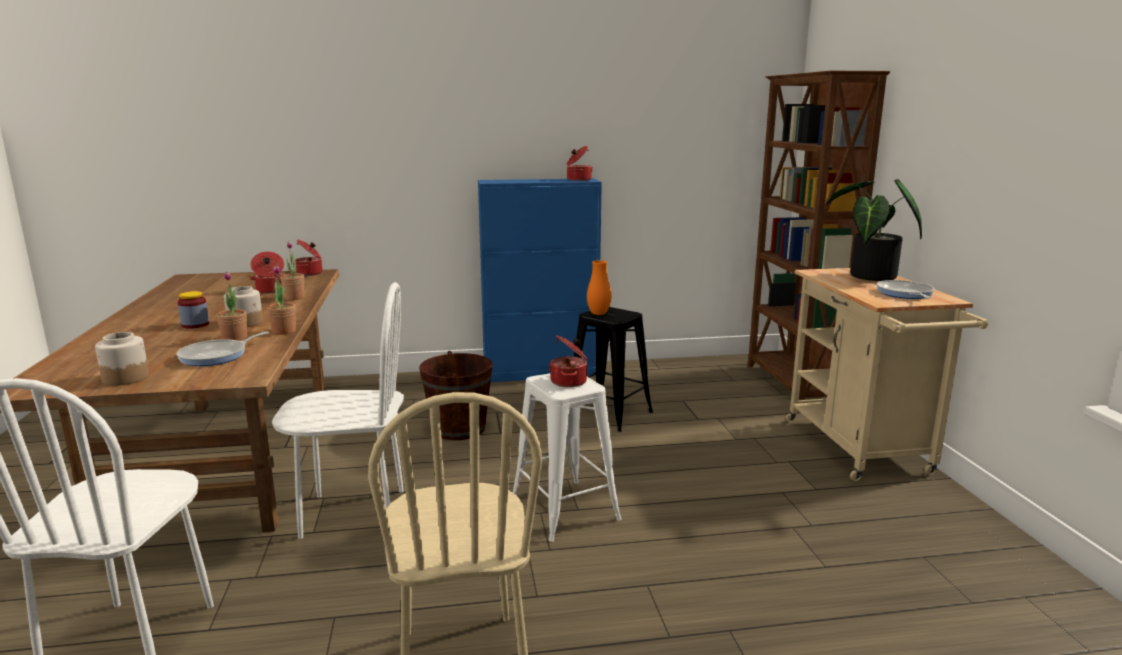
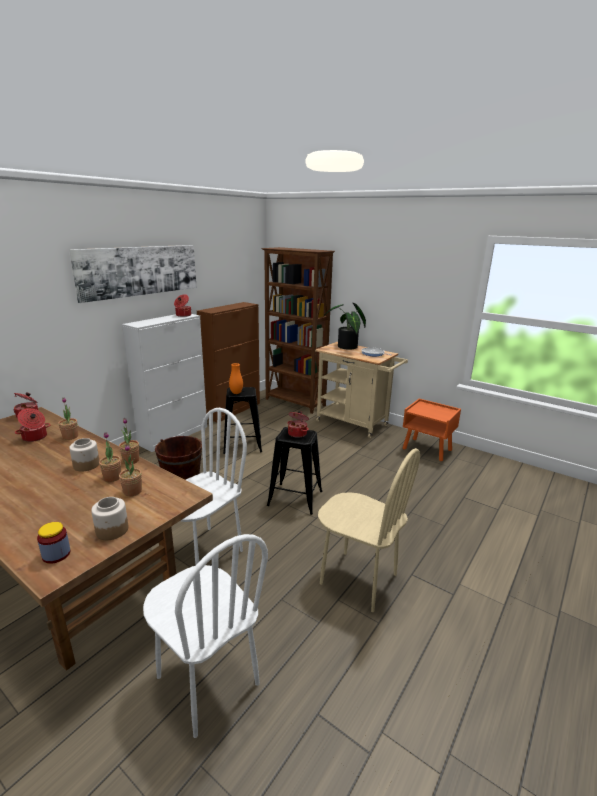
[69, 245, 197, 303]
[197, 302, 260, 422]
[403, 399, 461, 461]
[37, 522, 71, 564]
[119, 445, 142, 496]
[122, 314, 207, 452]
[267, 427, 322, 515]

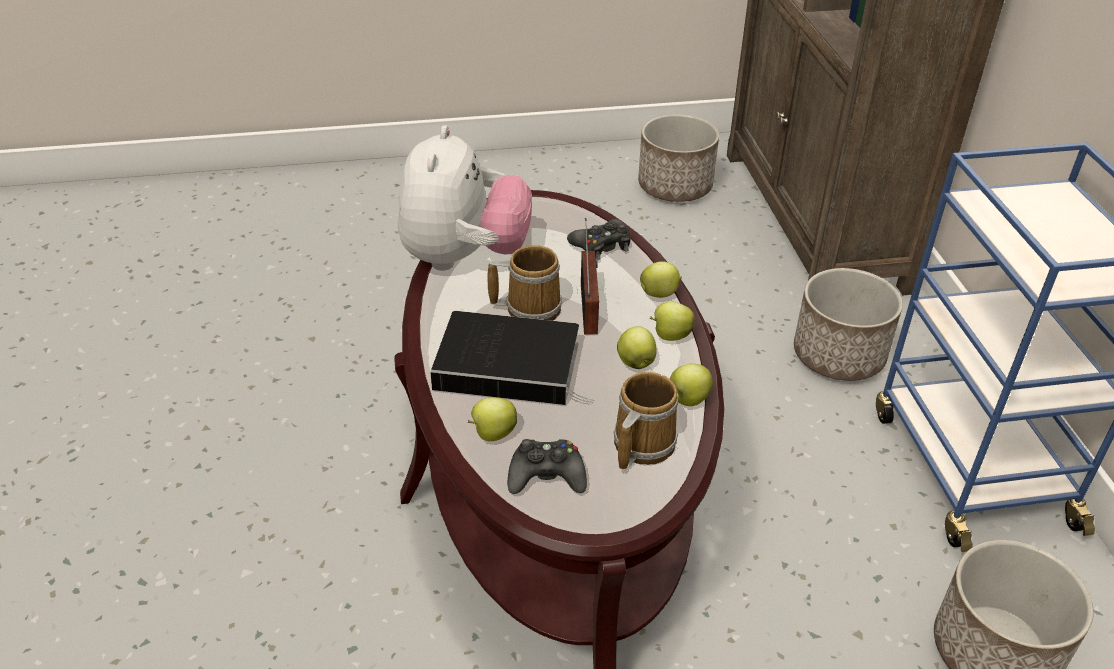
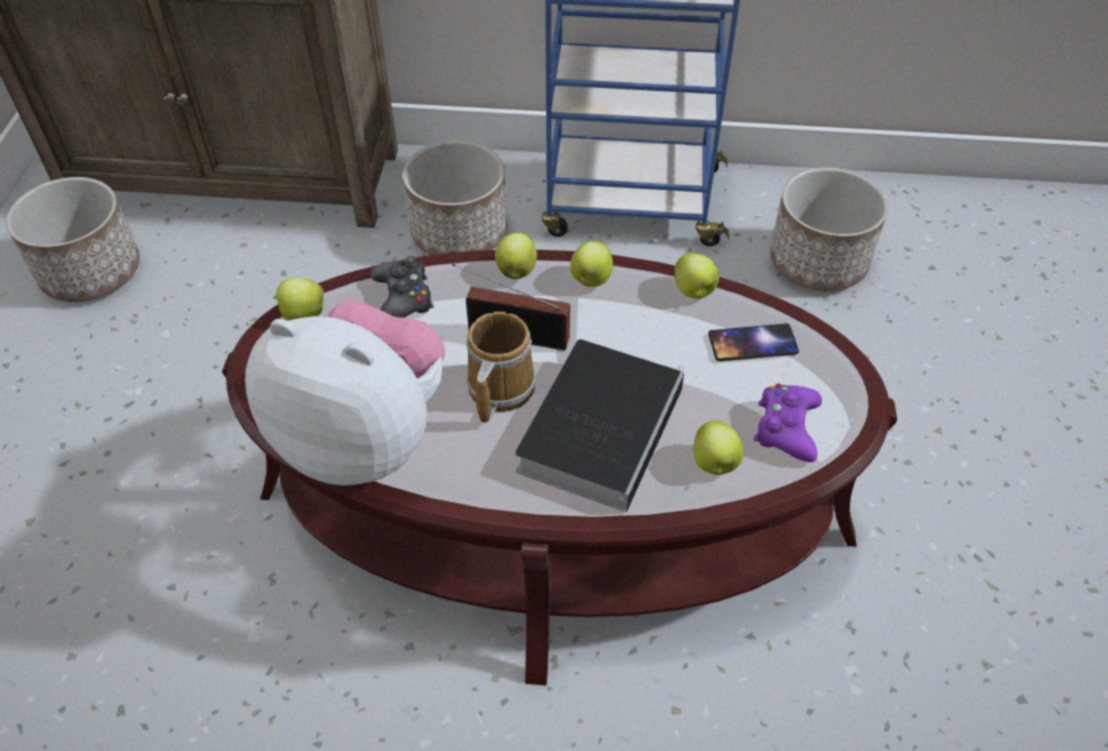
[274, 278, 324, 321]
[708, 324, 799, 361]
[754, 383, 822, 462]

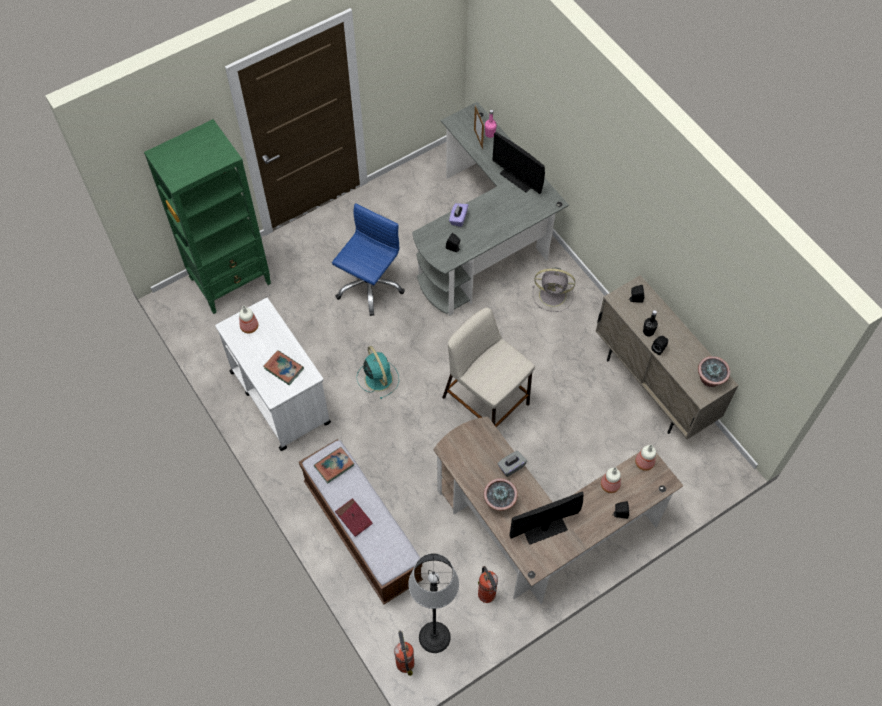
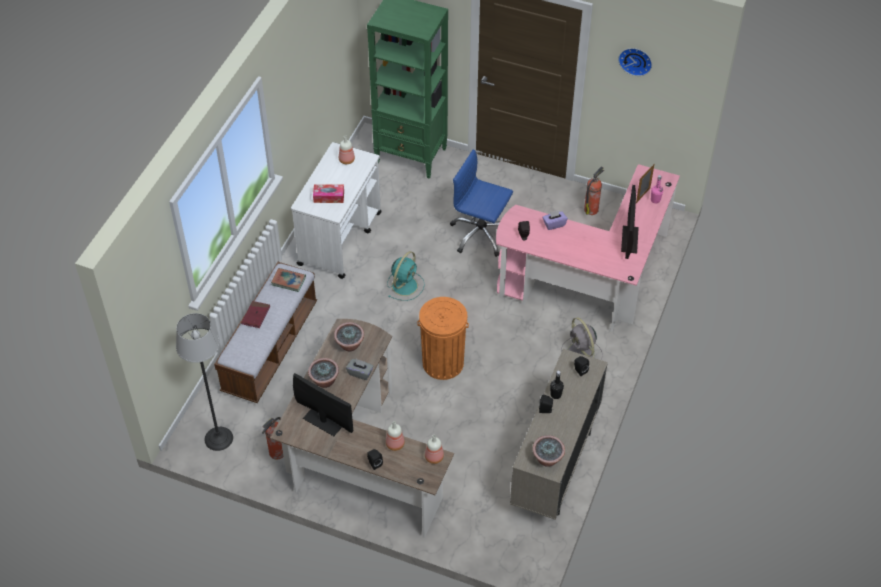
[334, 322, 364, 352]
[618, 48, 652, 76]
[584, 166, 604, 215]
[313, 184, 344, 203]
[417, 297, 469, 380]
[496, 164, 680, 332]
[450, 149, 513, 257]

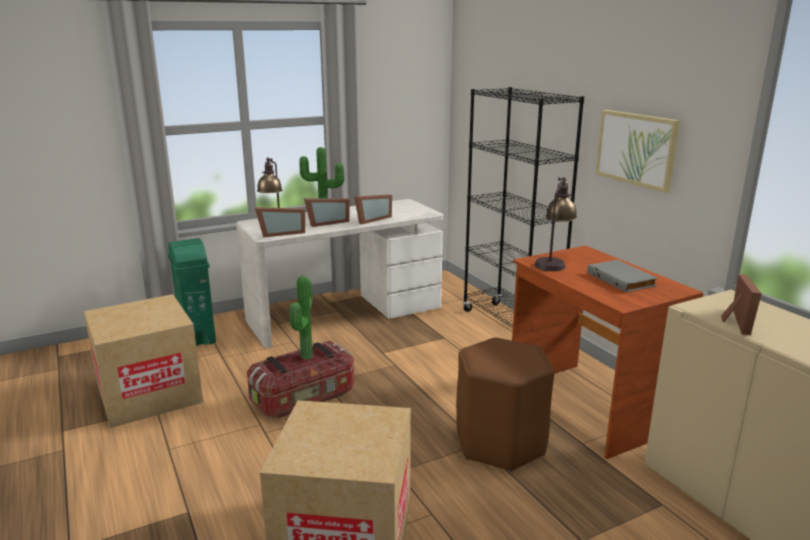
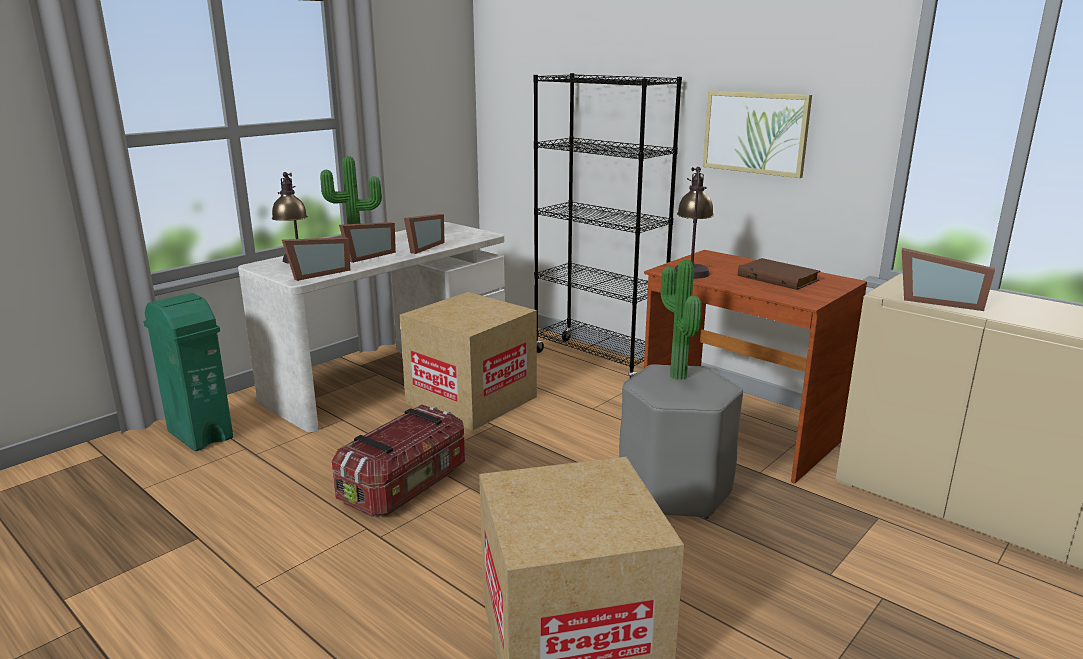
[400, 292, 537, 430]
[661, 260, 702, 380]
[619, 364, 743, 519]
[738, 258, 820, 290]
[902, 248, 995, 311]

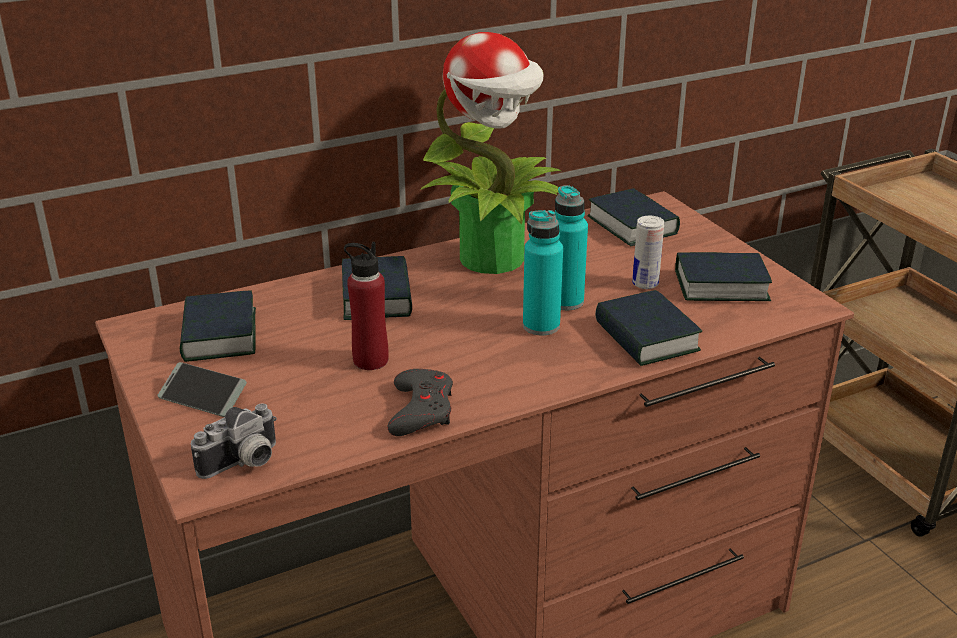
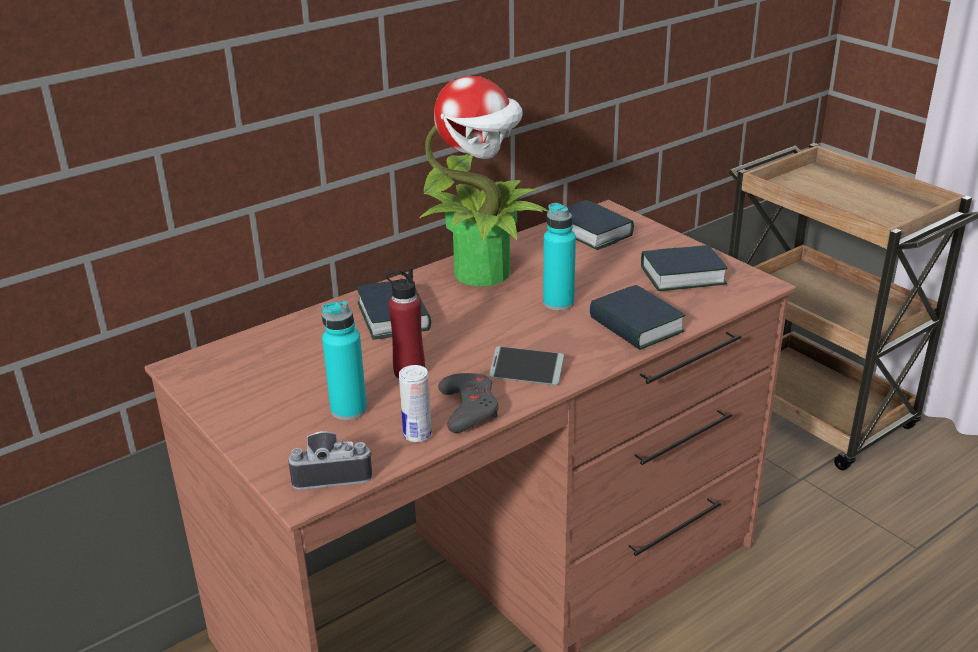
[180, 290, 256, 362] (first image)
[489, 346, 564, 385]
[322, 301, 367, 420]
[399, 365, 432, 442]
[287, 431, 372, 490]

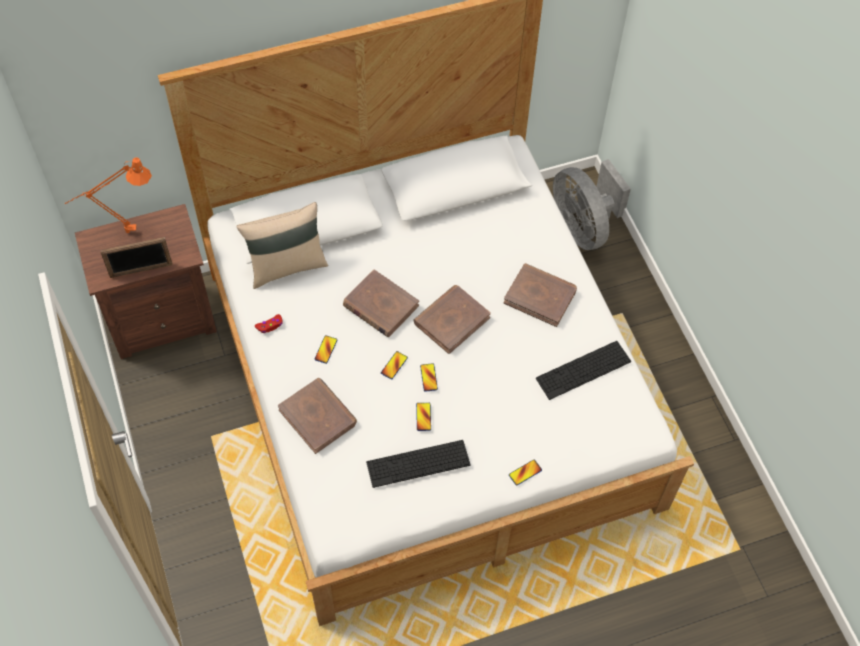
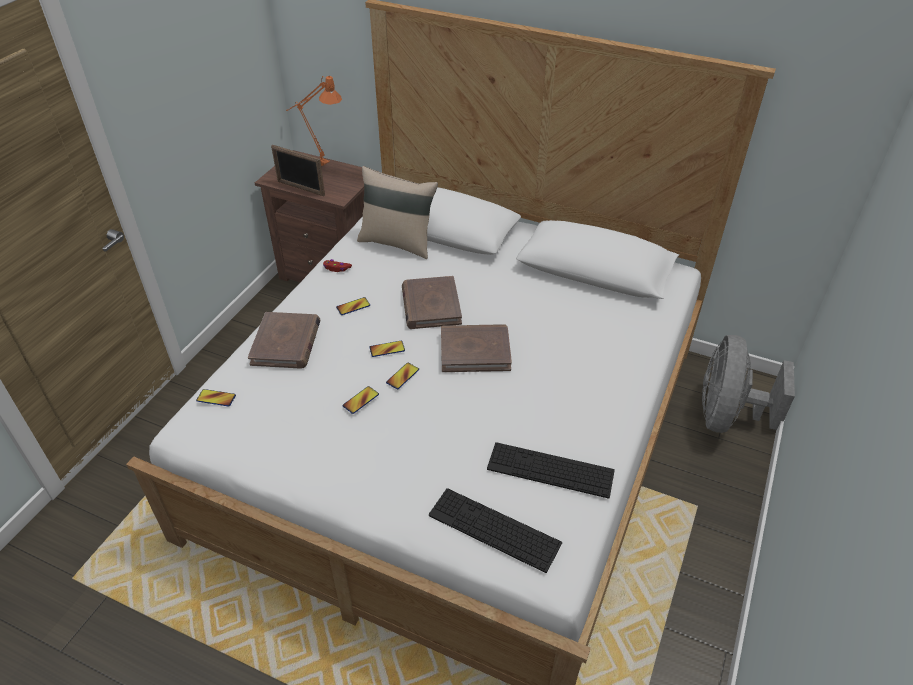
[504, 263, 577, 327] (first image)
[429, 488, 562, 573]
[196, 389, 236, 407]

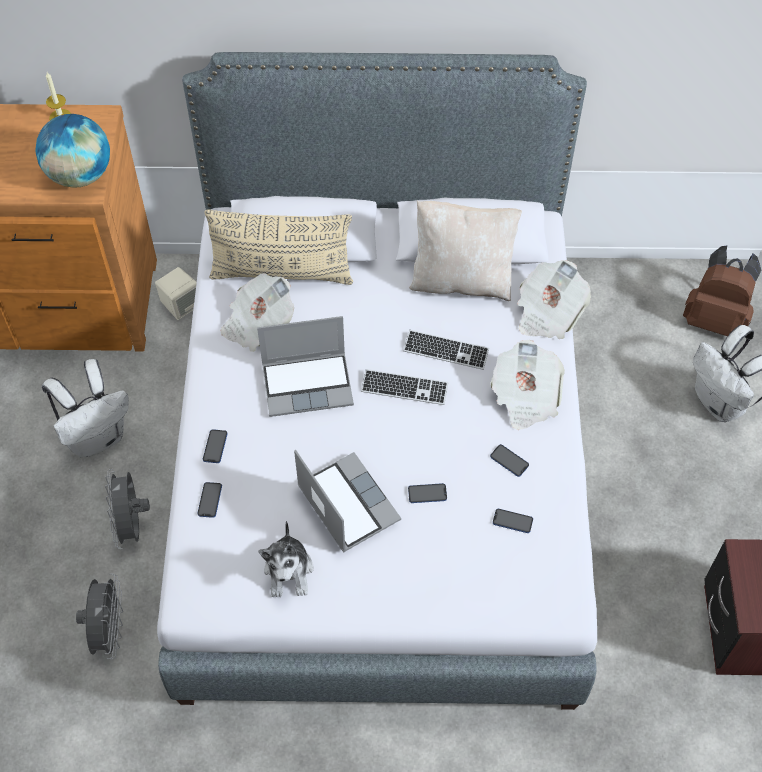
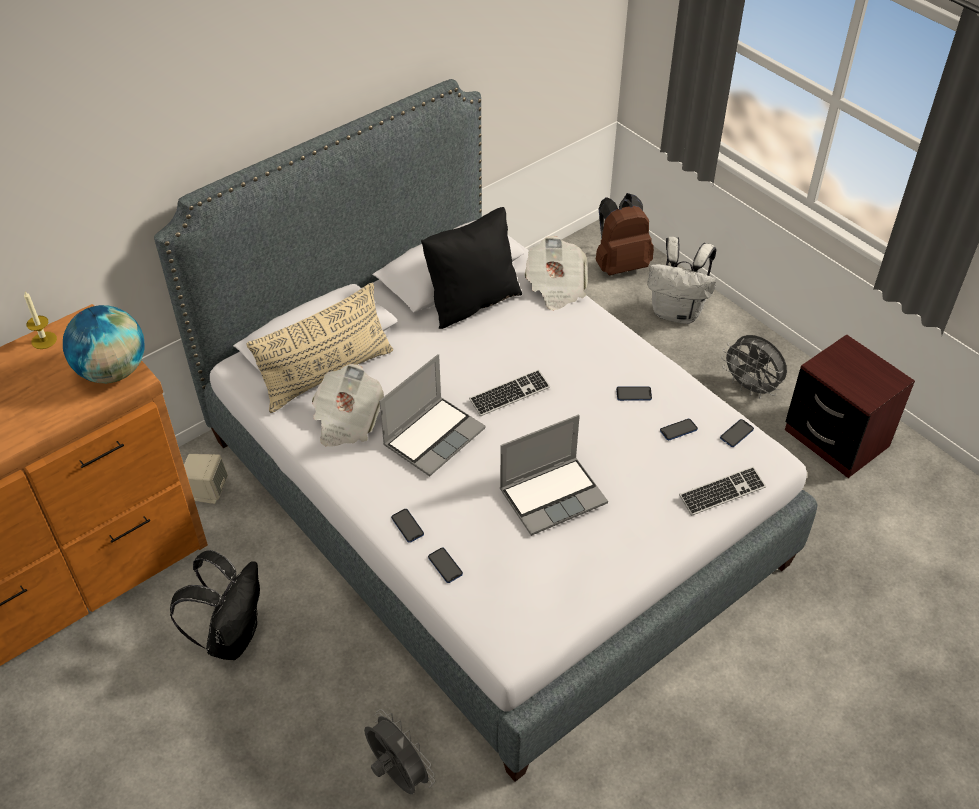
[258, 521, 314, 598] (first image)
[490, 340, 565, 430] (first image)
[721, 335, 787, 399]
[679, 466, 766, 516]
[720, 419, 754, 447]
[170, 550, 260, 660]
[421, 207, 522, 329]
[500, 415, 608, 536]

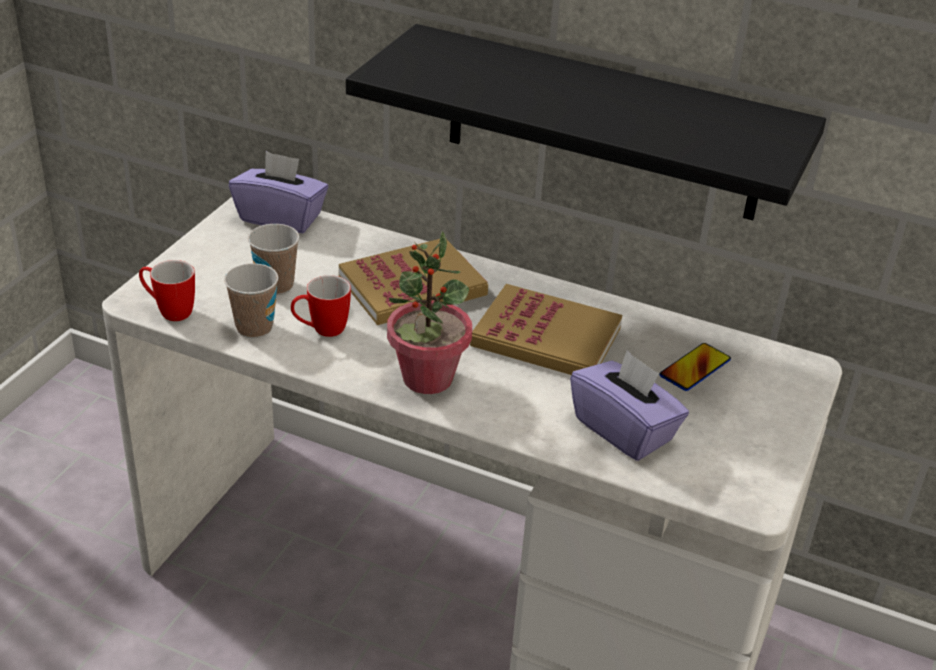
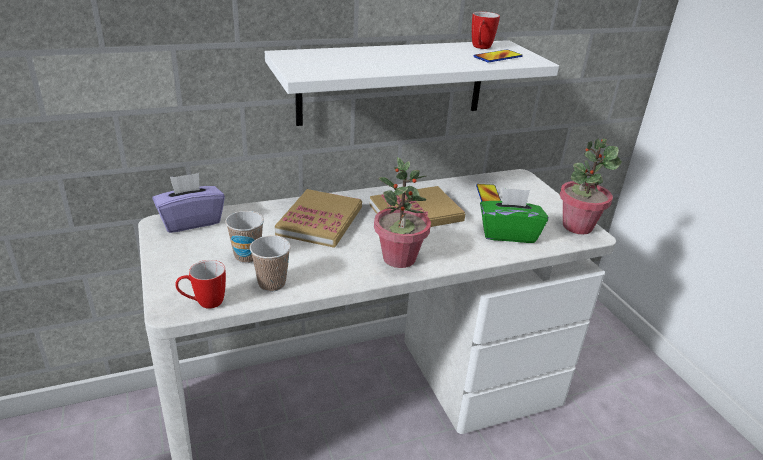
[474, 50, 523, 62]
[560, 139, 622, 234]
[472, 12, 500, 49]
[265, 40, 559, 126]
[480, 187, 548, 243]

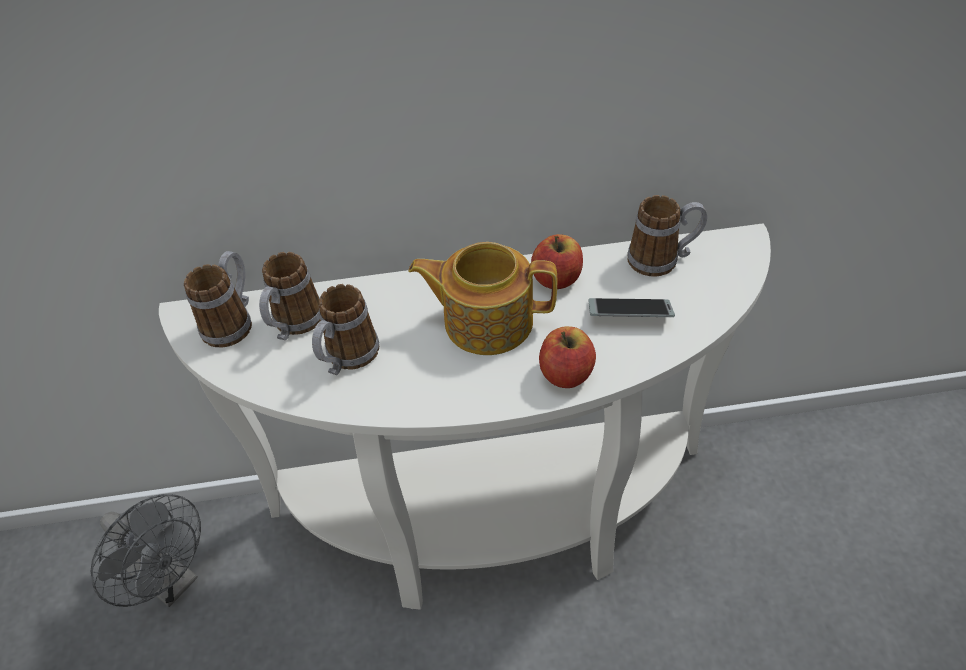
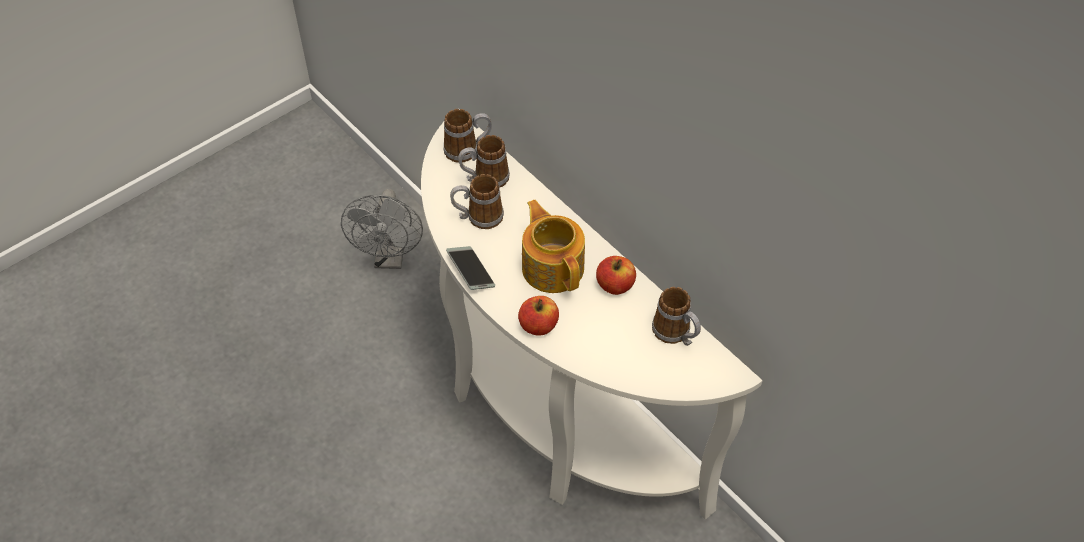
[446, 246, 495, 290]

